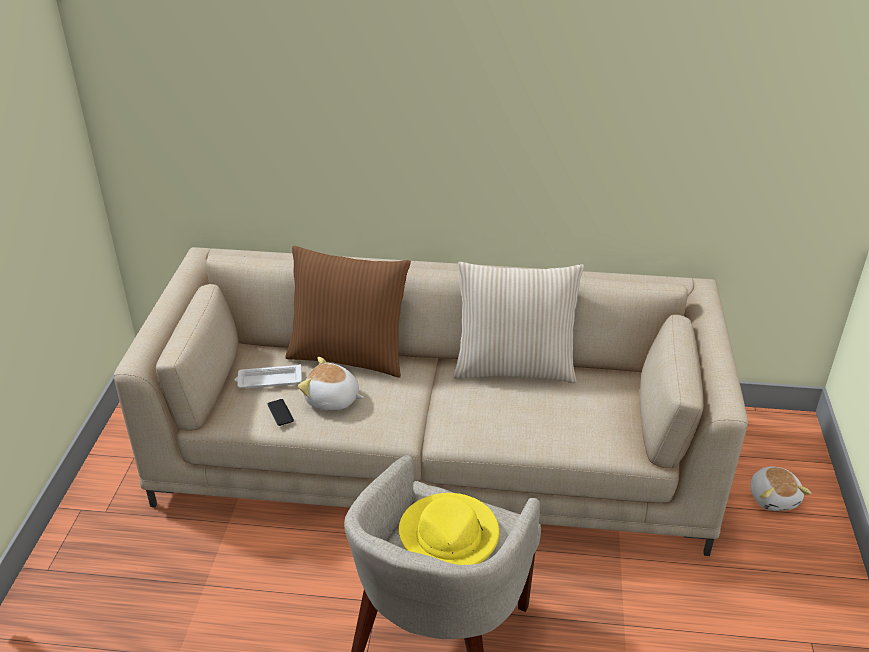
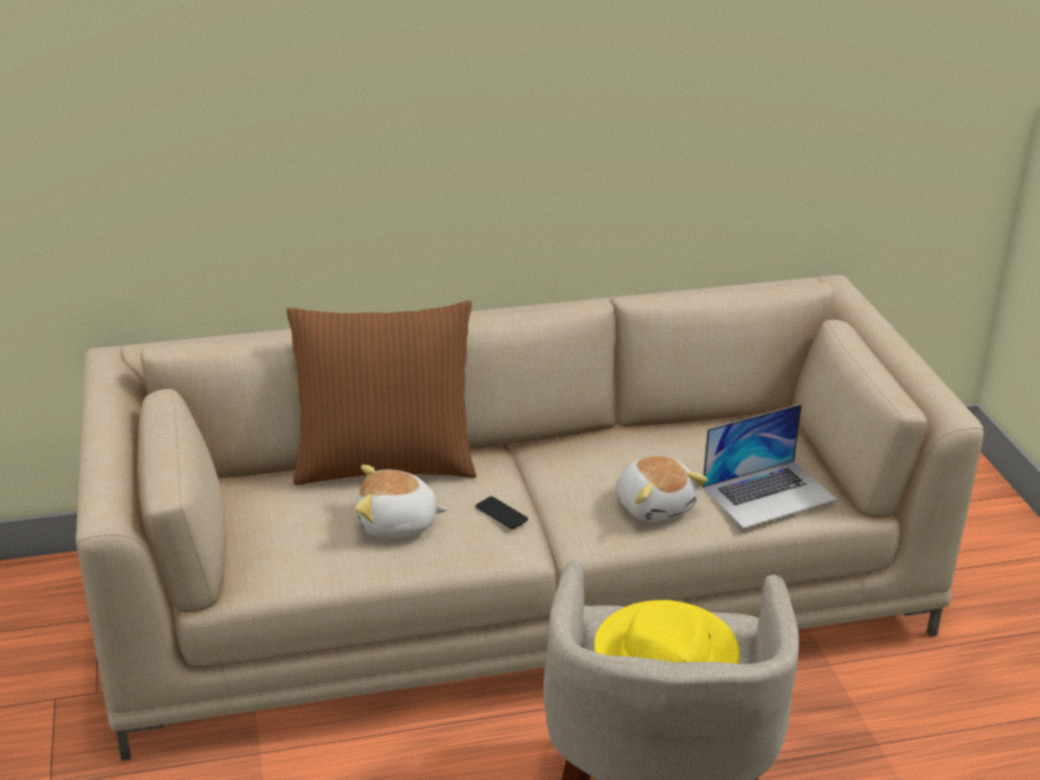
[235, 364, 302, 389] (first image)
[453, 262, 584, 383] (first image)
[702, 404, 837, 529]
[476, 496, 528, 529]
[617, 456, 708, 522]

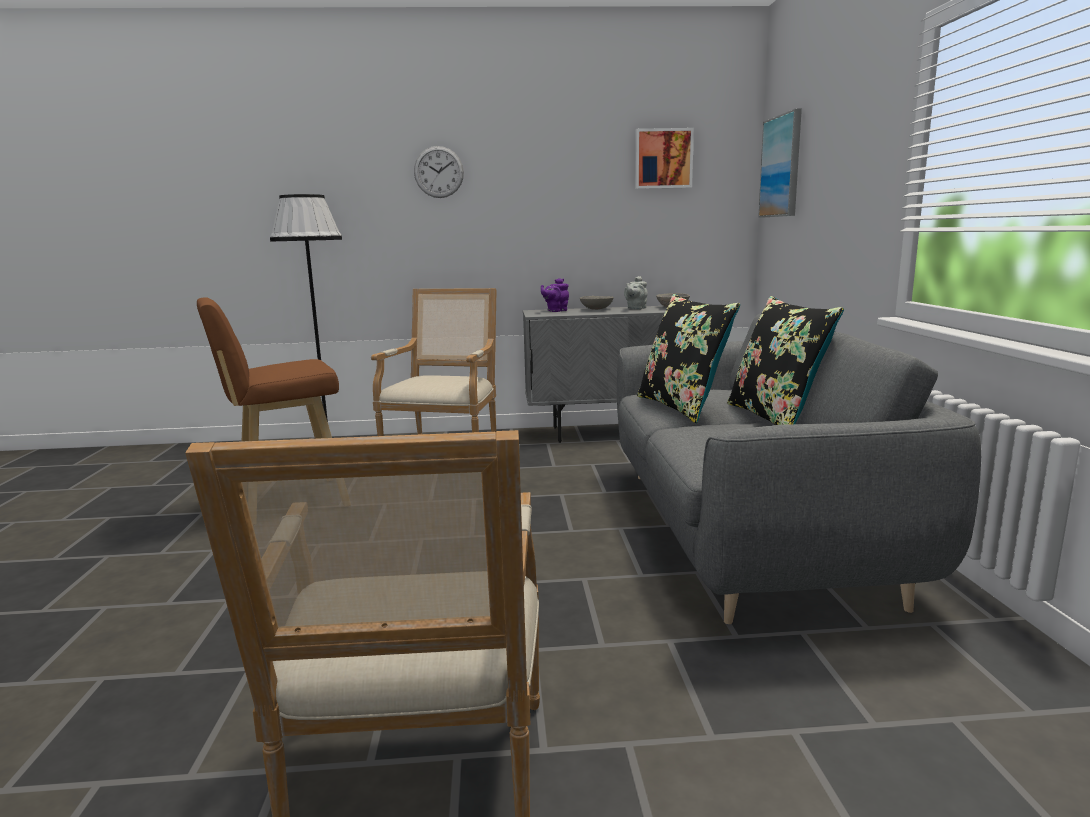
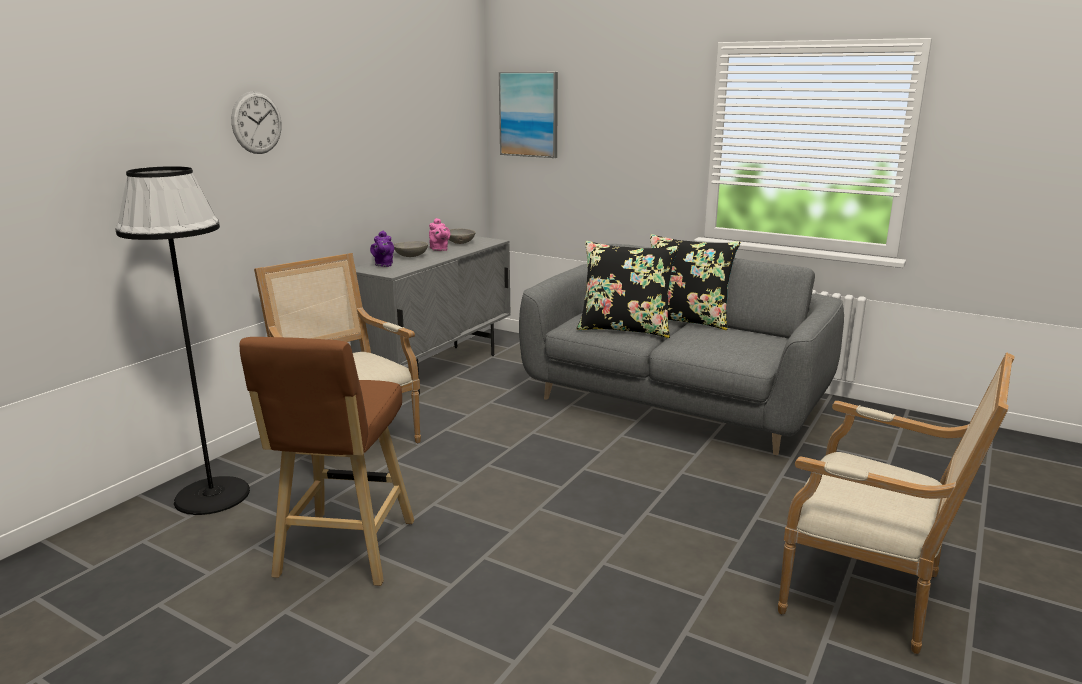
[635, 128, 694, 189] (first image)
[429, 218, 450, 251]

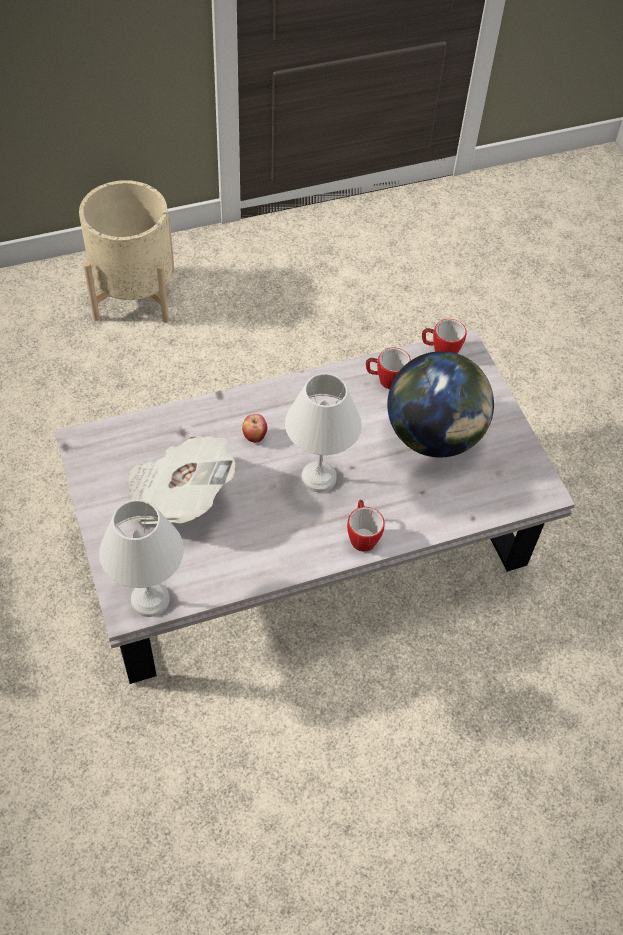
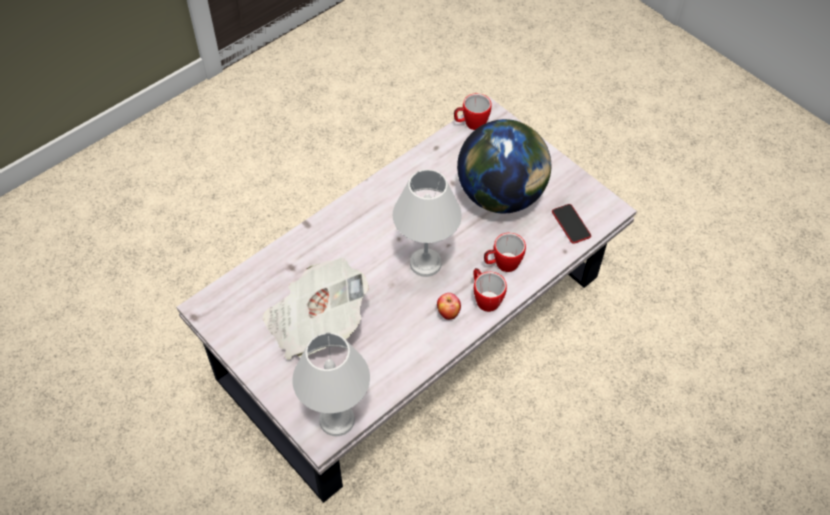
[79, 180, 175, 323] (first image)
[552, 204, 591, 244]
[437, 293, 461, 320]
[484, 233, 526, 272]

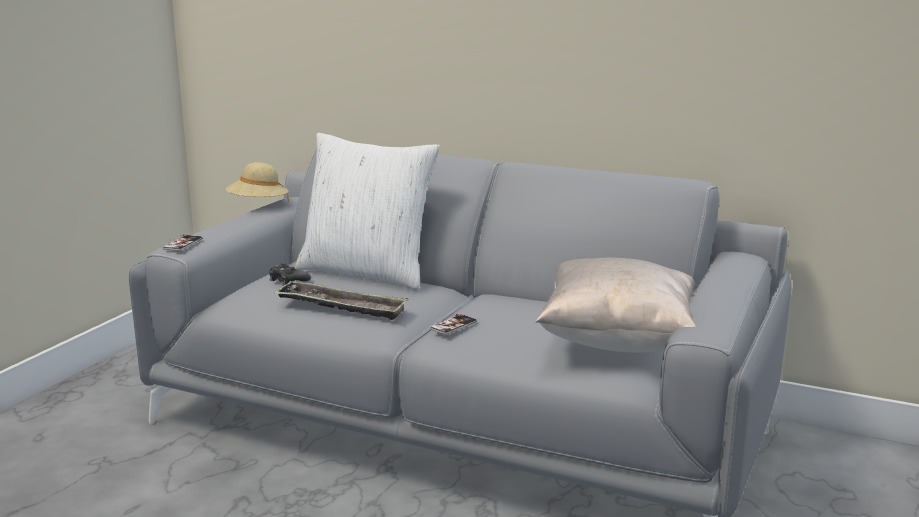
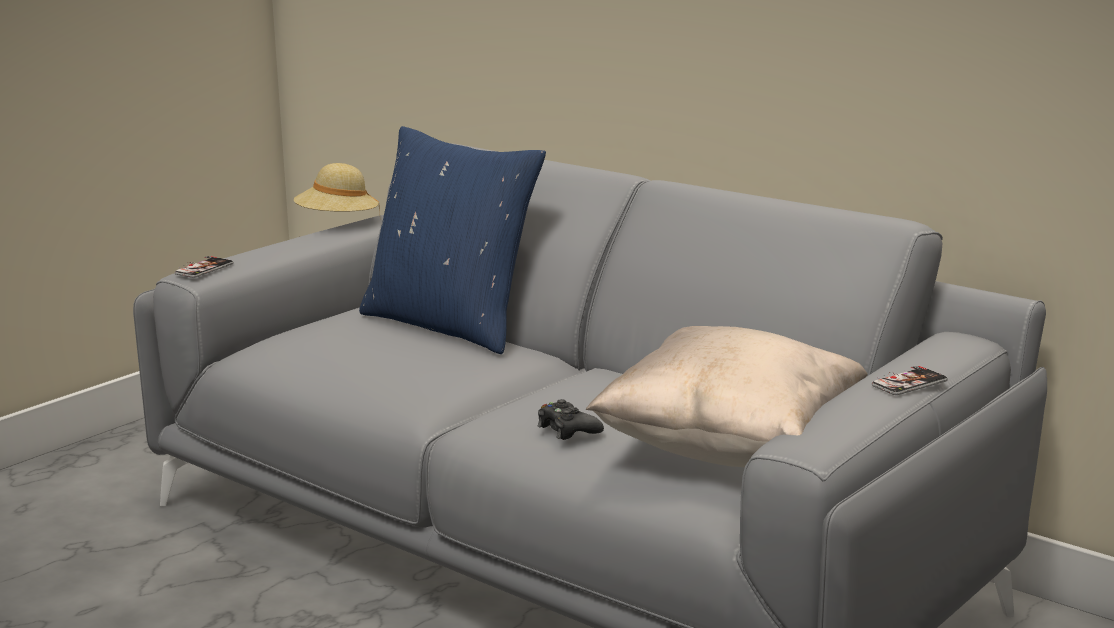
[274, 280, 409, 320] (first image)
[538, 399, 604, 440]
[871, 366, 948, 395]
[359, 126, 546, 354]

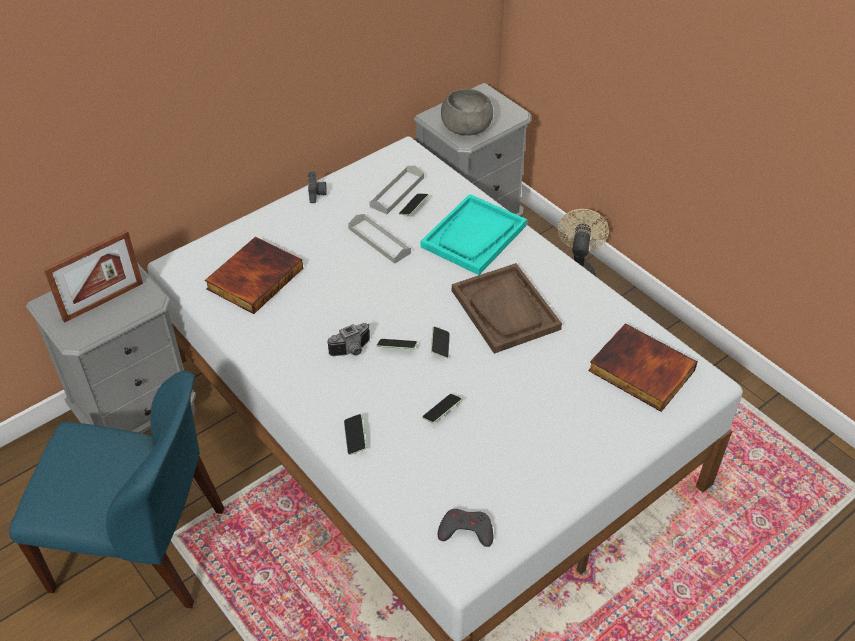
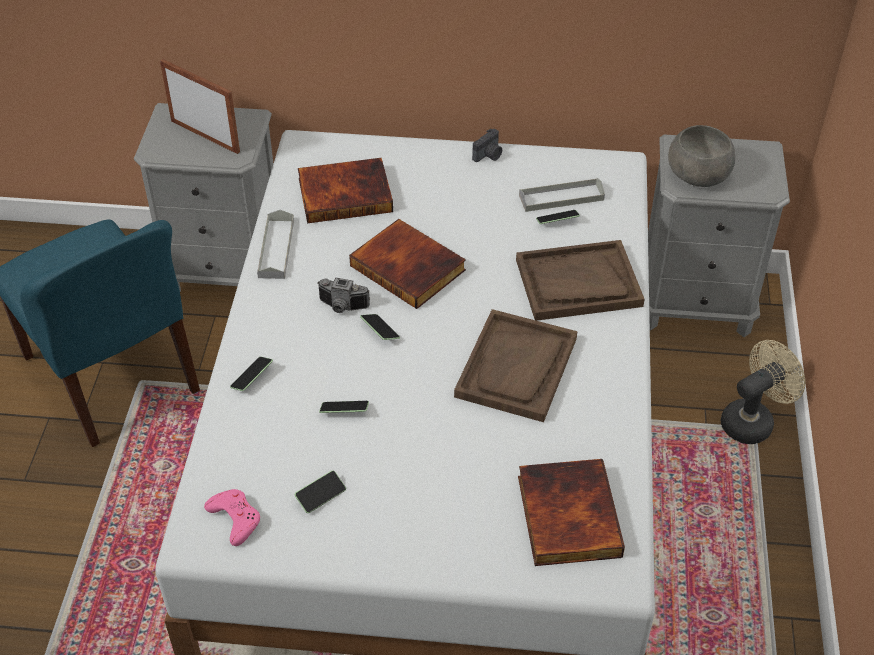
[349, 219, 466, 309]
[257, 210, 294, 279]
[295, 471, 346, 513]
[516, 240, 645, 321]
[204, 489, 260, 546]
[160, 59, 240, 154]

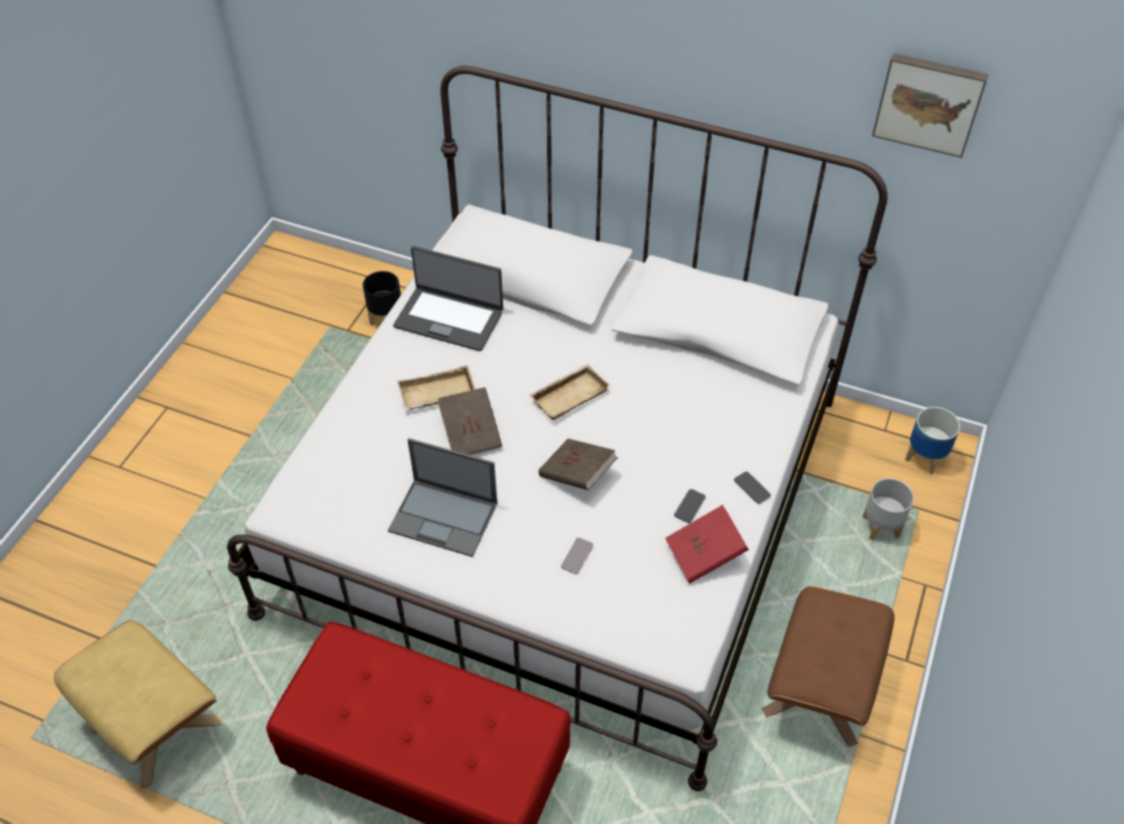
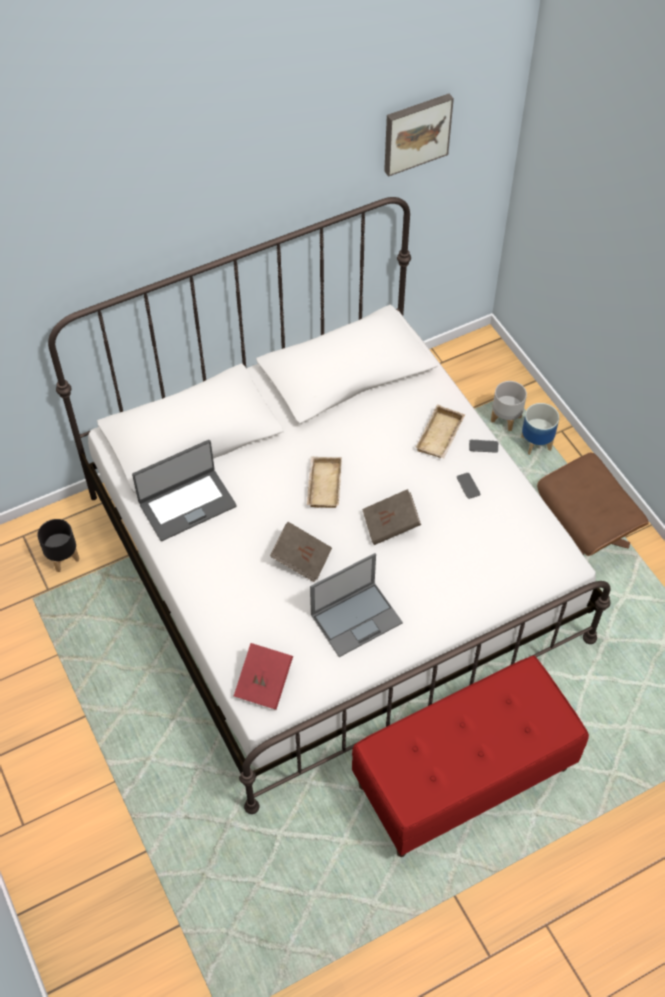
[54, 620, 221, 788] (first image)
[561, 537, 594, 574] (first image)
[415, 404, 465, 458]
[234, 643, 293, 710]
[521, 403, 559, 455]

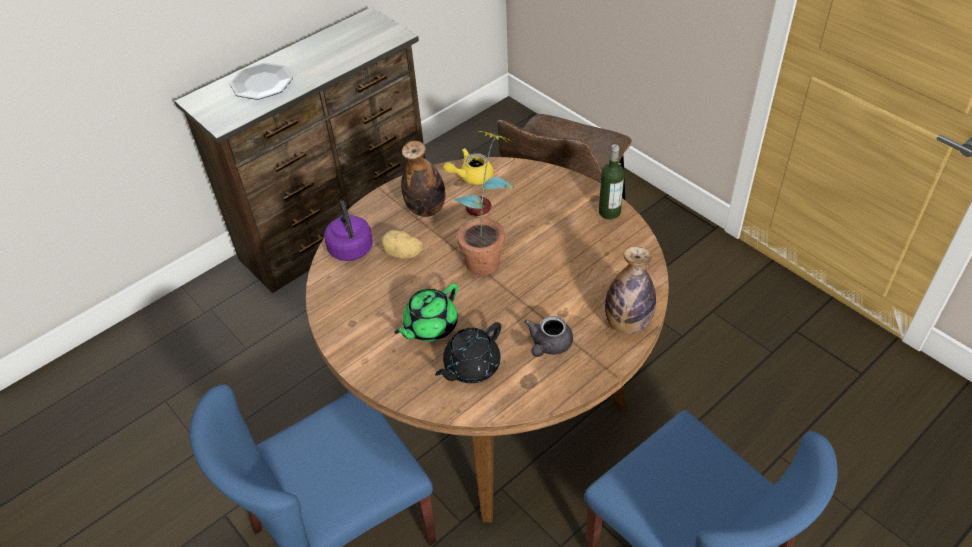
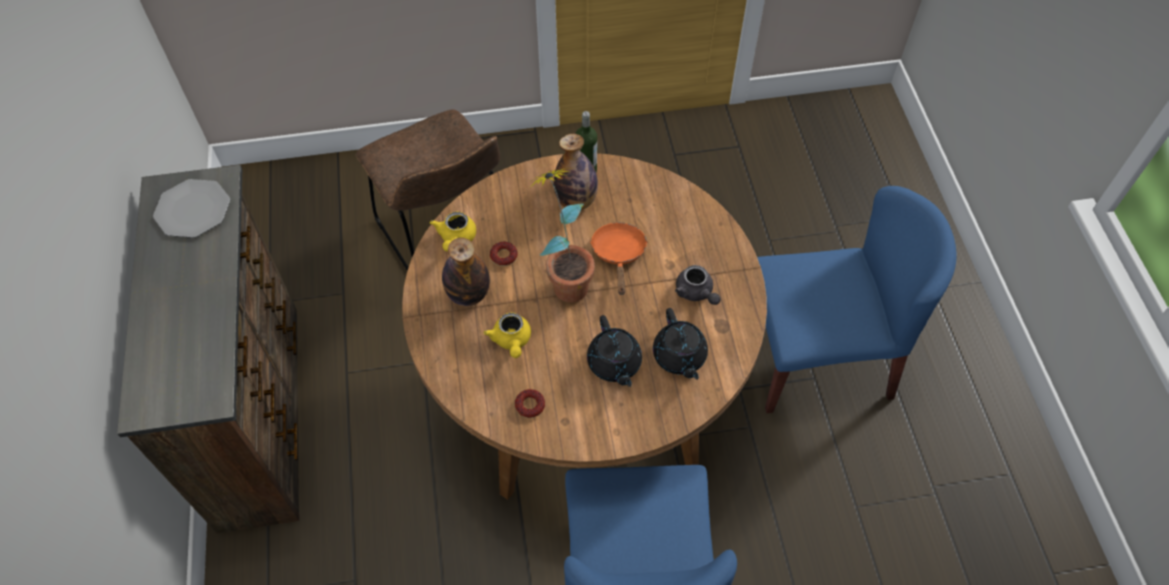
[324, 200, 373, 261] (first image)
[515, 389, 545, 418]
[590, 223, 648, 295]
[153, 179, 230, 238]
[554, 134, 598, 210]
[484, 312, 531, 358]
[587, 315, 642, 387]

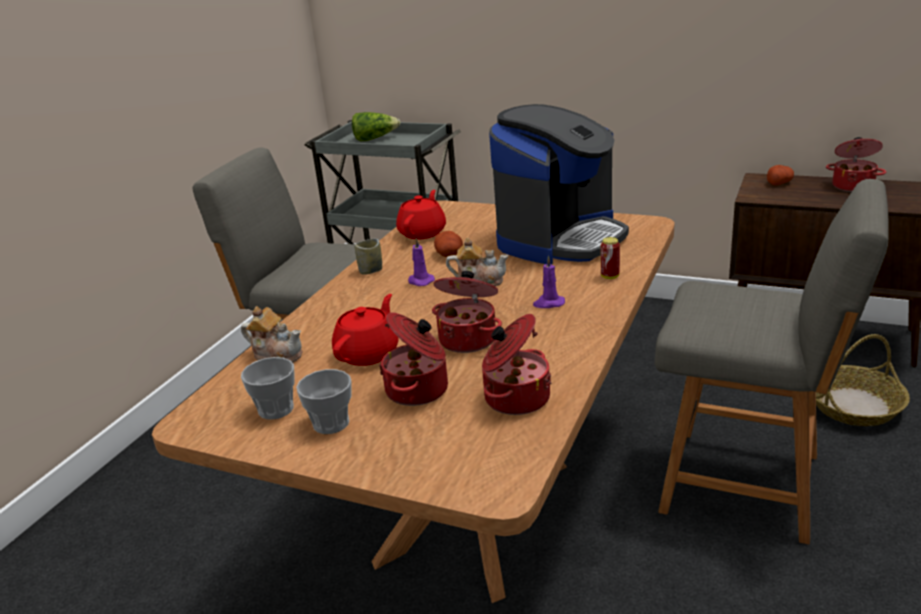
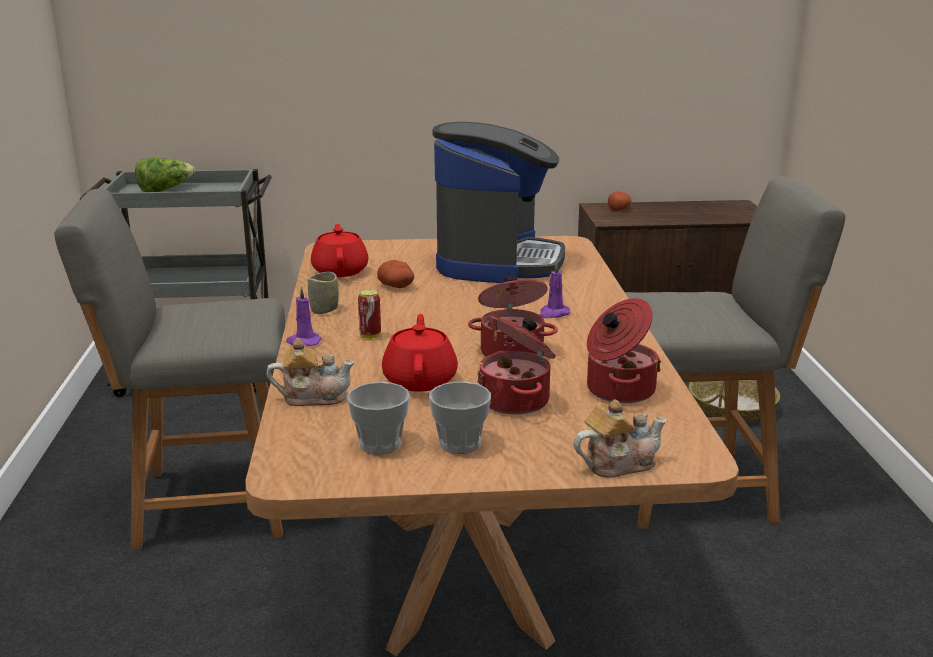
[826, 137, 886, 192] (first image)
[286, 287, 322, 346]
[573, 400, 667, 477]
[358, 289, 381, 339]

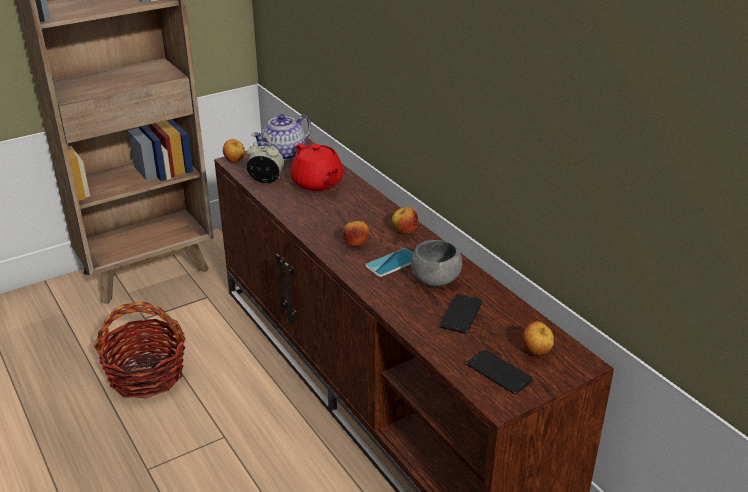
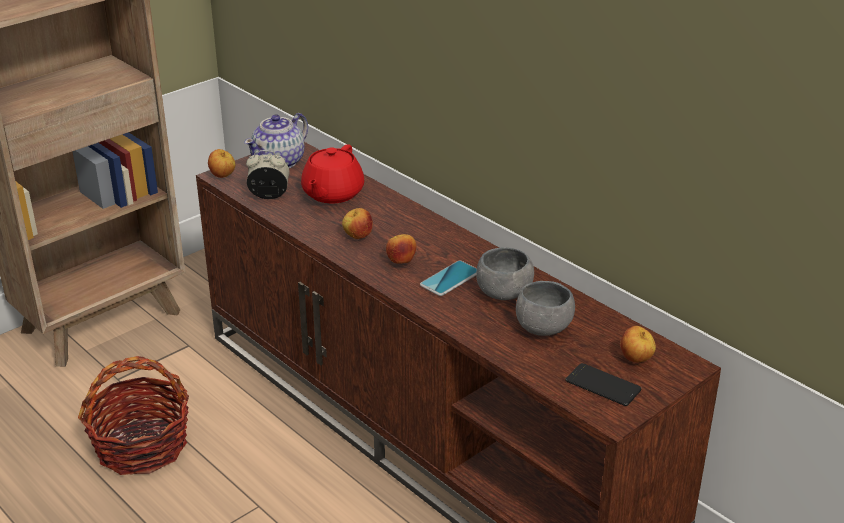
[342, 208, 373, 239]
[516, 281, 575, 336]
[301, 144, 364, 204]

